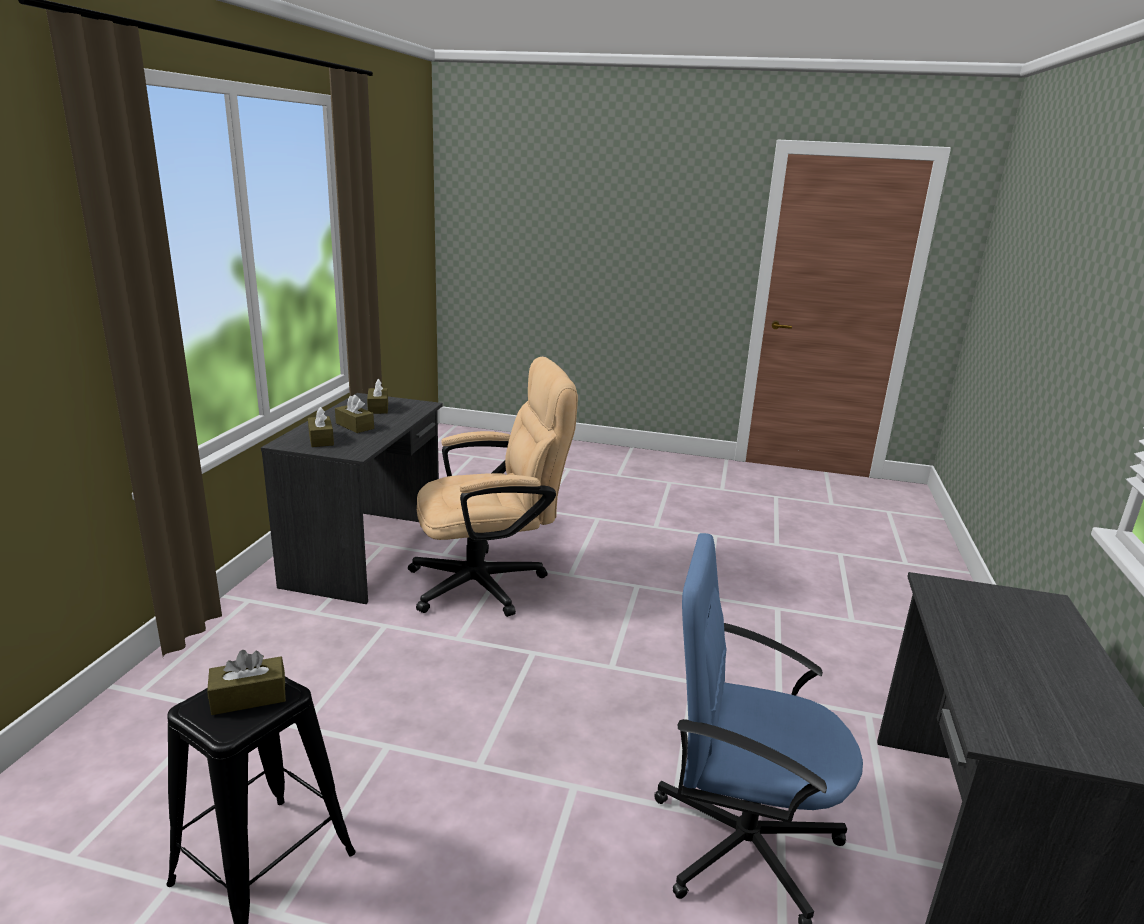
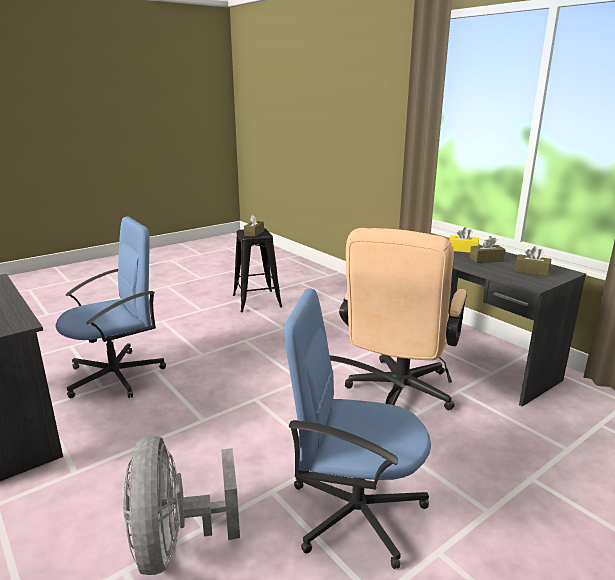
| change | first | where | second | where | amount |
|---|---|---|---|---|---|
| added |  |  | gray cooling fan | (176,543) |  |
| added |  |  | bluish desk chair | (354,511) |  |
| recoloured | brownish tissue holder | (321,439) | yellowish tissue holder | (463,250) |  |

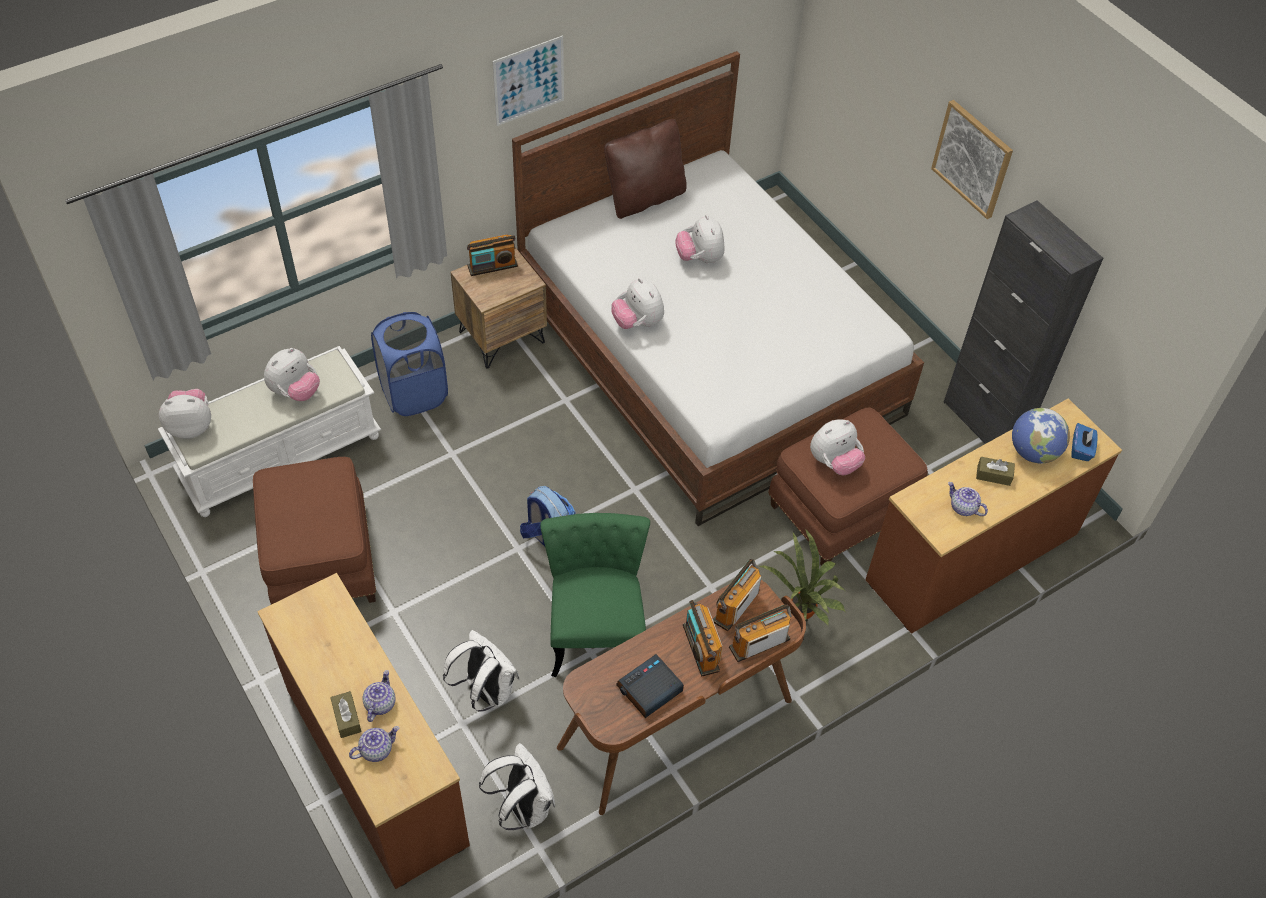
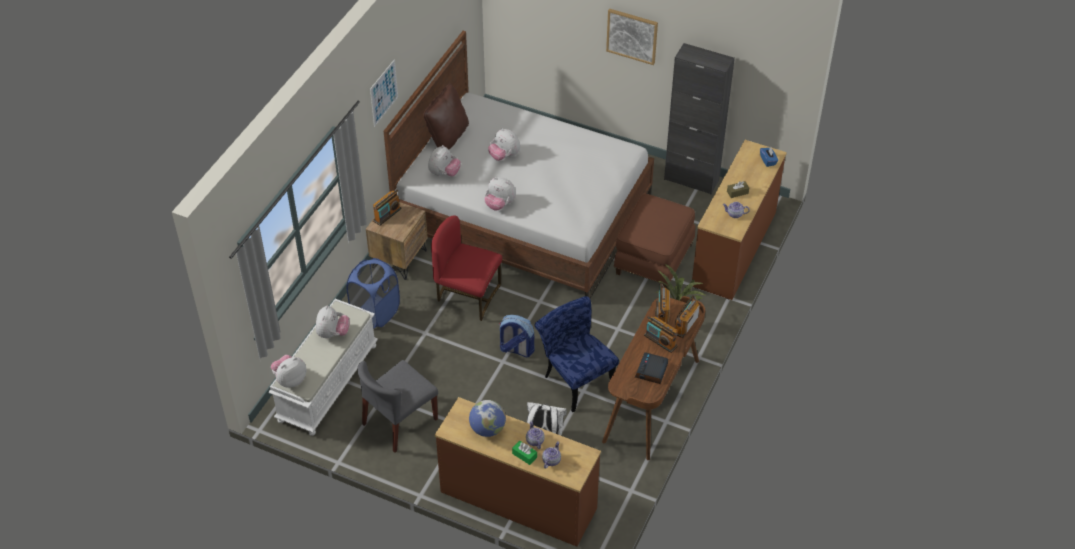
| change | first | where | second | where | amount |
|---|---|---|---|---|---|
| removed | white rucksack | (523,807) |  |  |  |
| added |  |  | red-coloured upright chair | (467,295) |  |
| moved | soft toy | (834,462) |  | (444,173) |  |
| moved | desk globe | (1033,452) |  | (487,429) |  |
| replaced | brownish pouffe | (320,559) | gray upright chair | (399,422) |  |
| recoloured | brownish tissue holder | (347,718) | greenish tissue holder | (524,455) |  |
| recoloured | greenish upright chair | (596,628) | bluish upright chair | (575,378) |  |

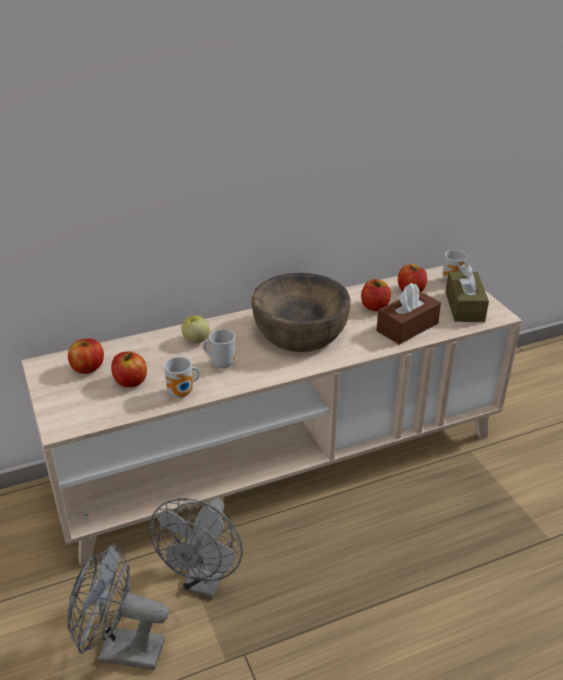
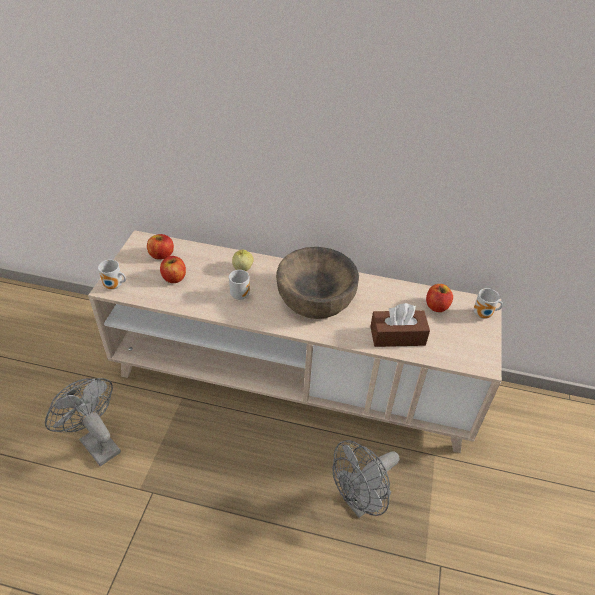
| change | first | where | second | where | amount |
|---|---|---|---|---|---|
| removed | whole apple | (375,307) |  |  |  |
| removed | brownish tissue holder | (464,306) |  |  |  |
| moved | gray cooling fan | (205,581) |  | (361,502) |  |
| moved | coffee mug | (183,393) |  | (114,286) |  |

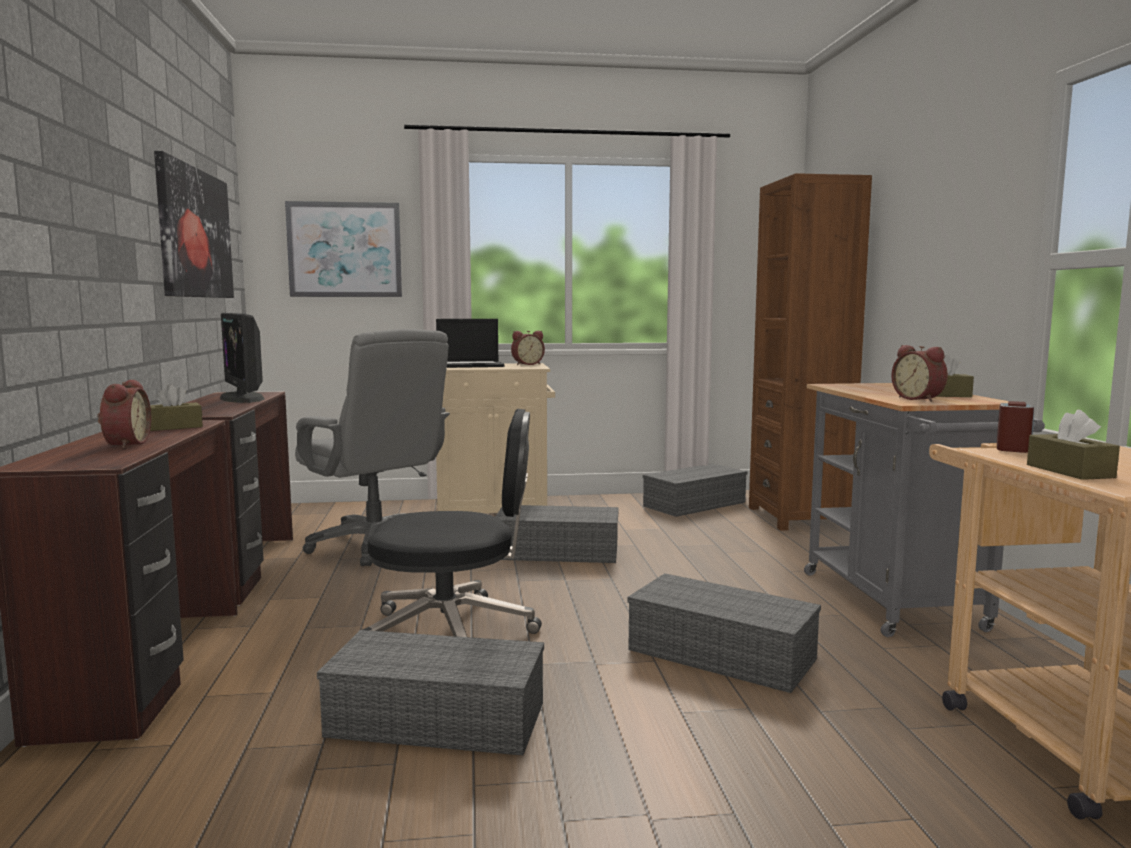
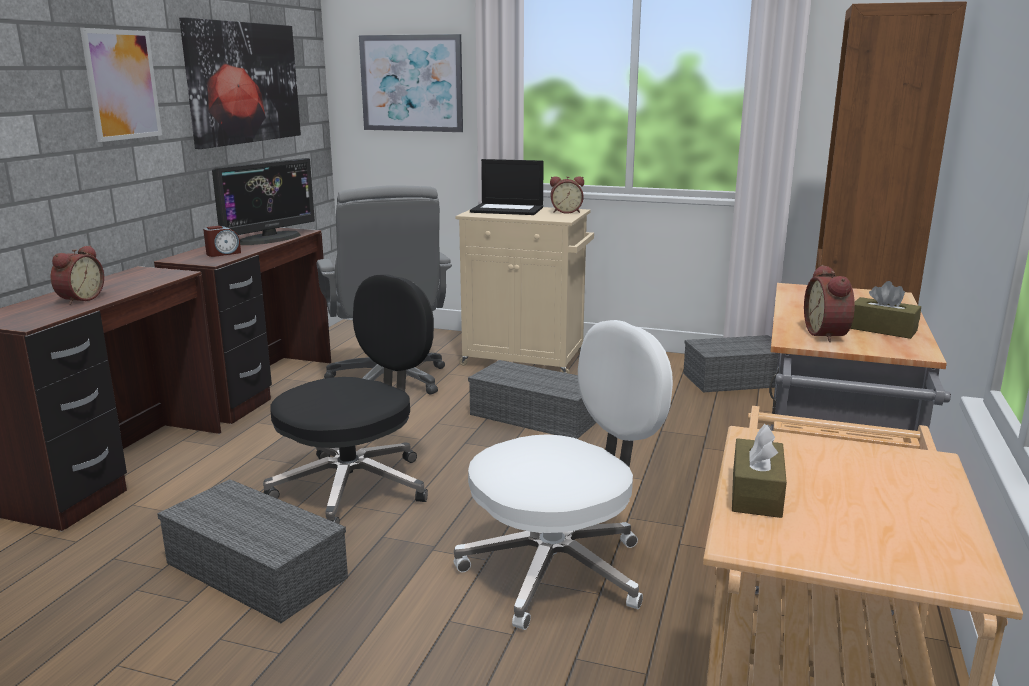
| change | first | where | second | where | amount |
|---|---|---|---|---|---|
| removed | brownish tissue holder | (173,427) |  |  |  |
| added |  |  | picture | (122,85) |  |
| moved | table clock | (1013,447) |  | (223,253) |  |
| replaced | gray storage bin | (724,654) | white desk chair | (559,569) |  |
| turned | monitor | (242,398) |  | (269,238) | 135 degrees counterclockwise |
| turned | black-coloured desk chair | (453,631) |  | (355,486) | 75 degrees counterclockwise |

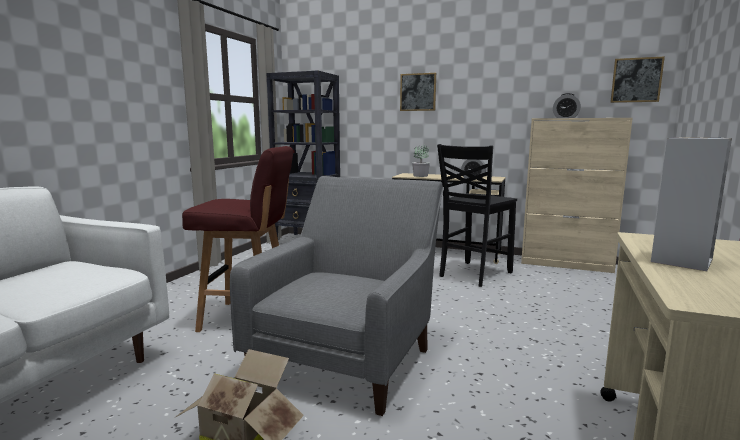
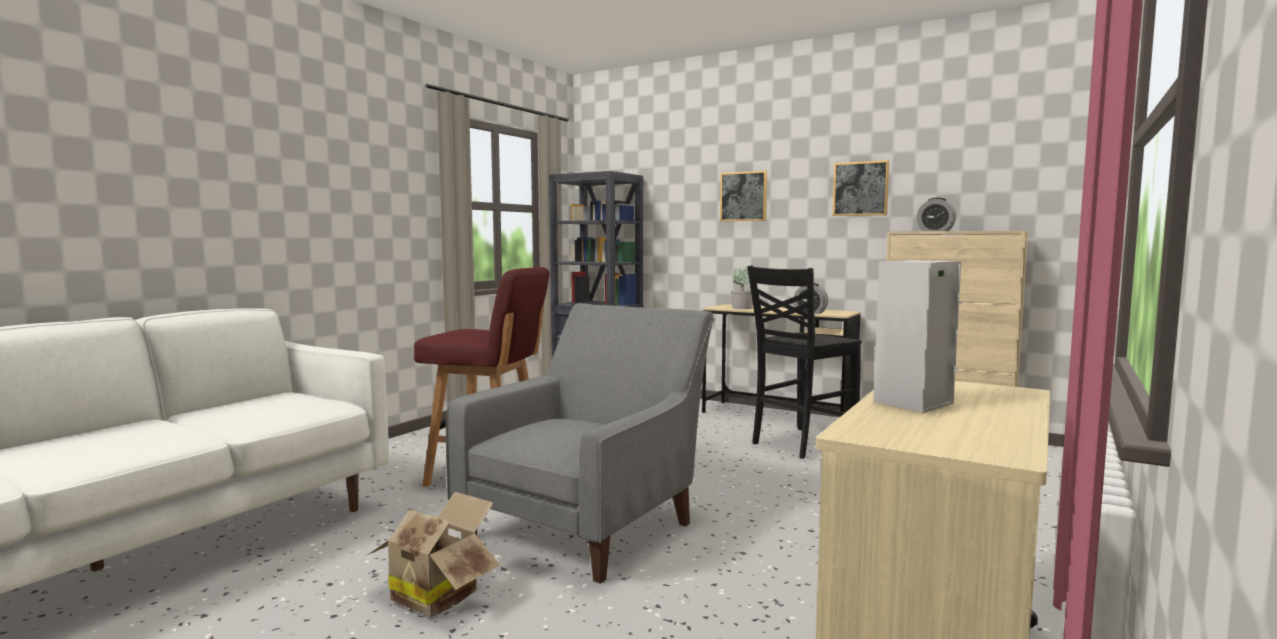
| change | first | where | second | where | amount |
|---|---|---|---|---|---|
| moved | picture | (636,80) |  | (860,188) |  |

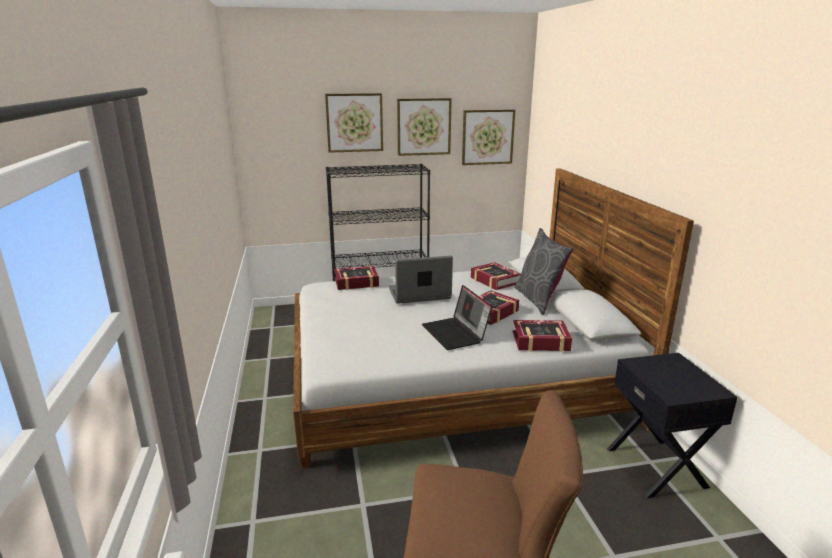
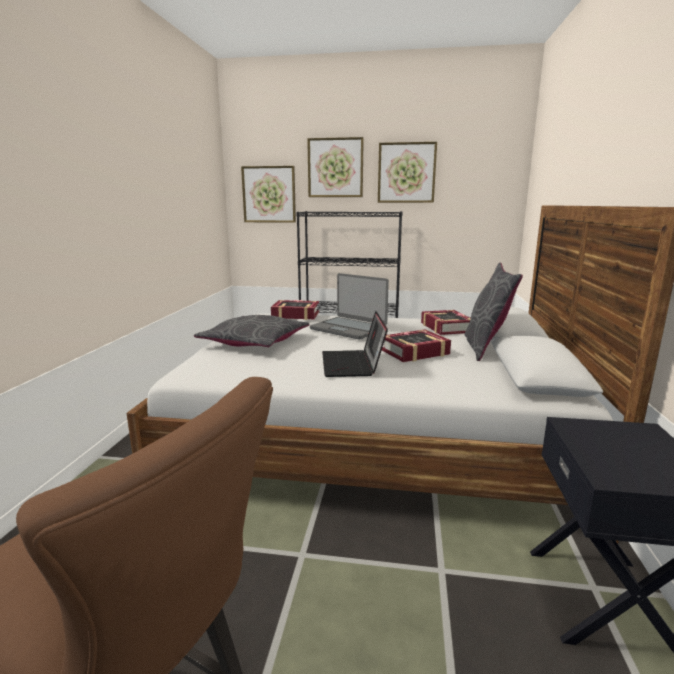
| change | first | where | second | where | amount |
|---|---|---|---|---|---|
| removed | bound book | (540,341) |  |  |  |
| added |  |  | gray throw pillow | (254,342) |  |
| moved | picture | (487,137) |  | (269,194) |  |
| turned | laptop | (419,294) |  | (348,329) | 150 degrees counterclockwise |

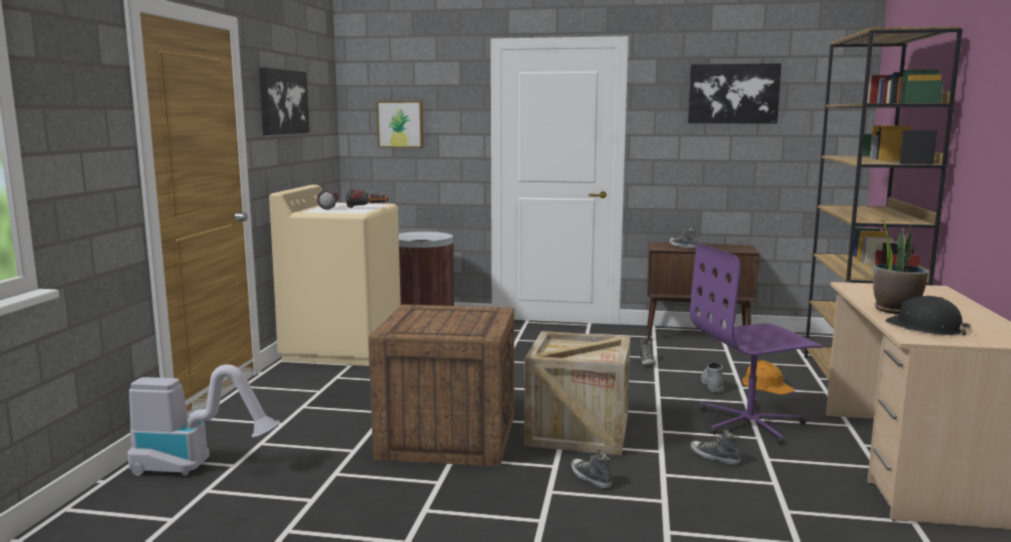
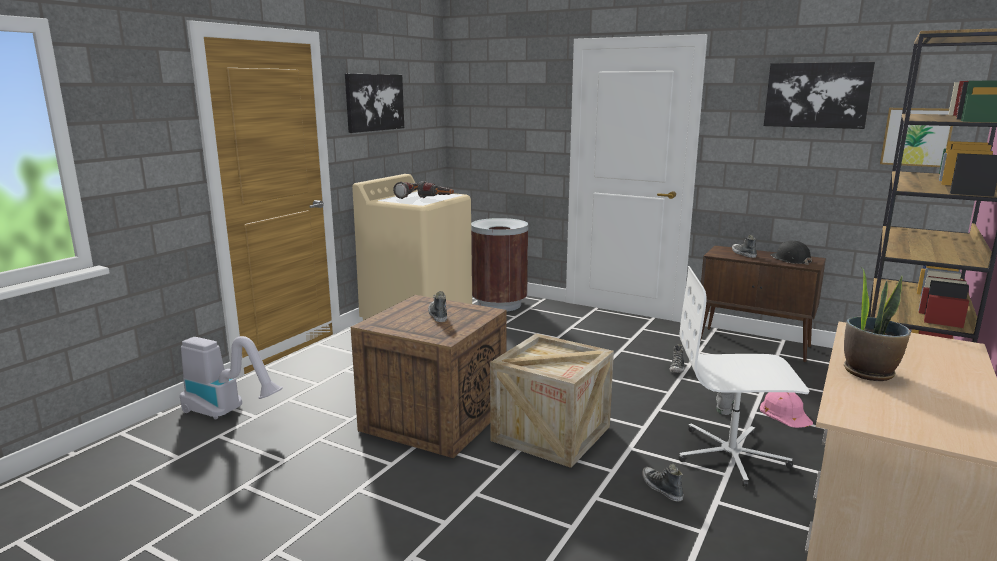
| change | first | where | second | where | amount |
|---|---|---|---|---|---|
| moved | picture | (401,124) |  | (916,136) |  |
| moved | shoe | (590,478) |  | (438,315) |  |
| moved | black-coloured work helmet | (925,327) |  | (791,259) |  |
| recoloured | purple-coloured desk chair | (750,423) | white desk chair | (731,455) |  |
| recoloured | orange work helmet | (767,385) | pinkish work helmet | (785,413) |  |

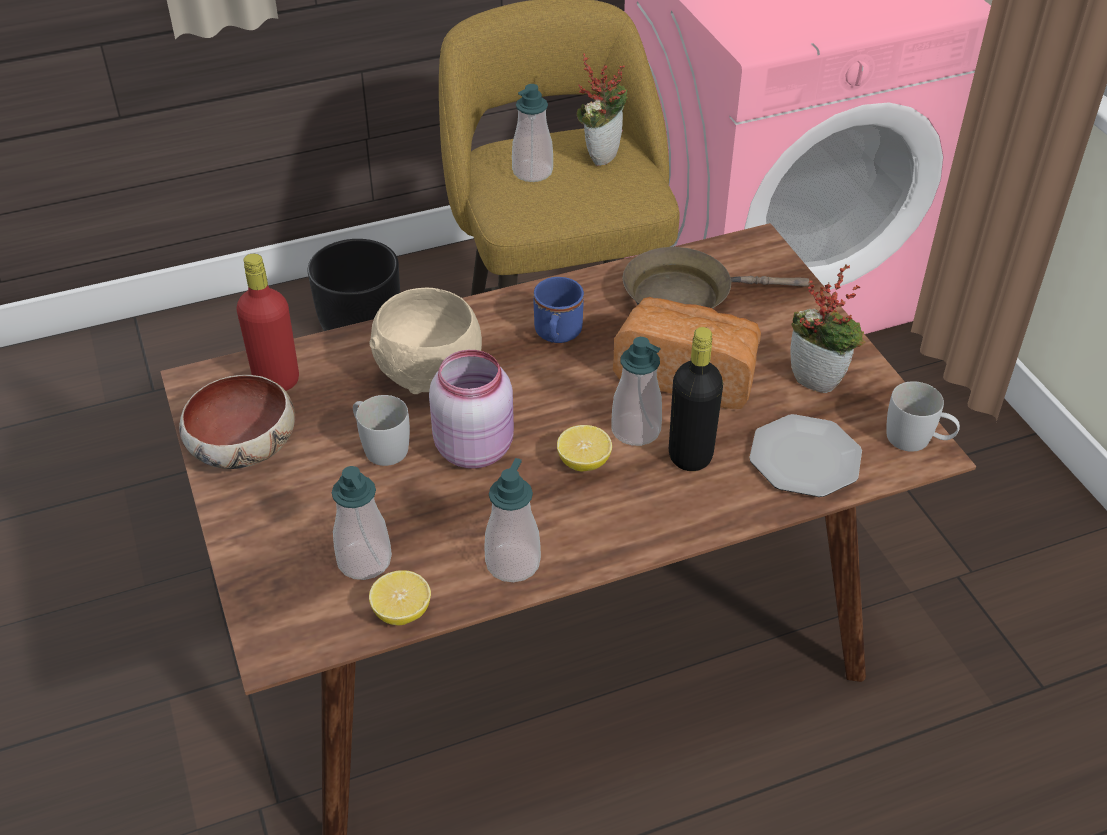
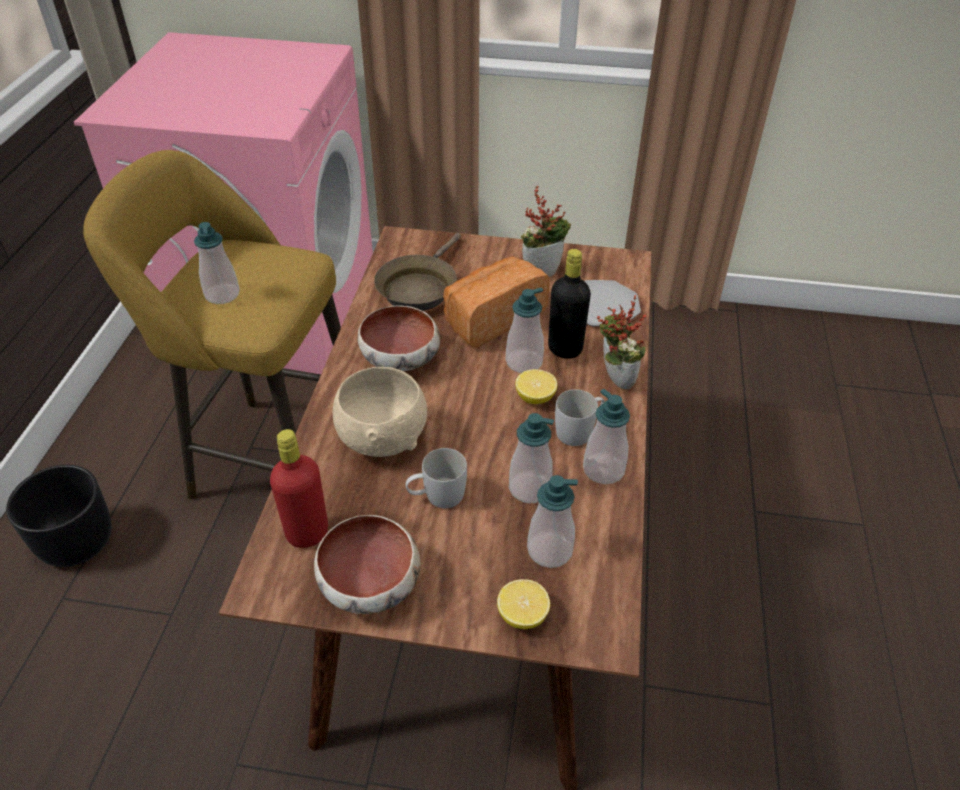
| change | first | where | second | where | amount |
|---|---|---|---|---|---|
| removed | pinkish jar | (475,447) |  |  |  |
| added |  |  | liquid soap bottle | (530,488) |  |
| moved | whole lemon | (402,612) |  | (522,615) |  |
| moved | potted plant | (601,154) |  | (613,380) |  |
| moved | white coffee mug | (917,440) |  | (579,430) |  |
| replaced | bluish coffee mug | (557,335) | bowl | (402,359) |  |

